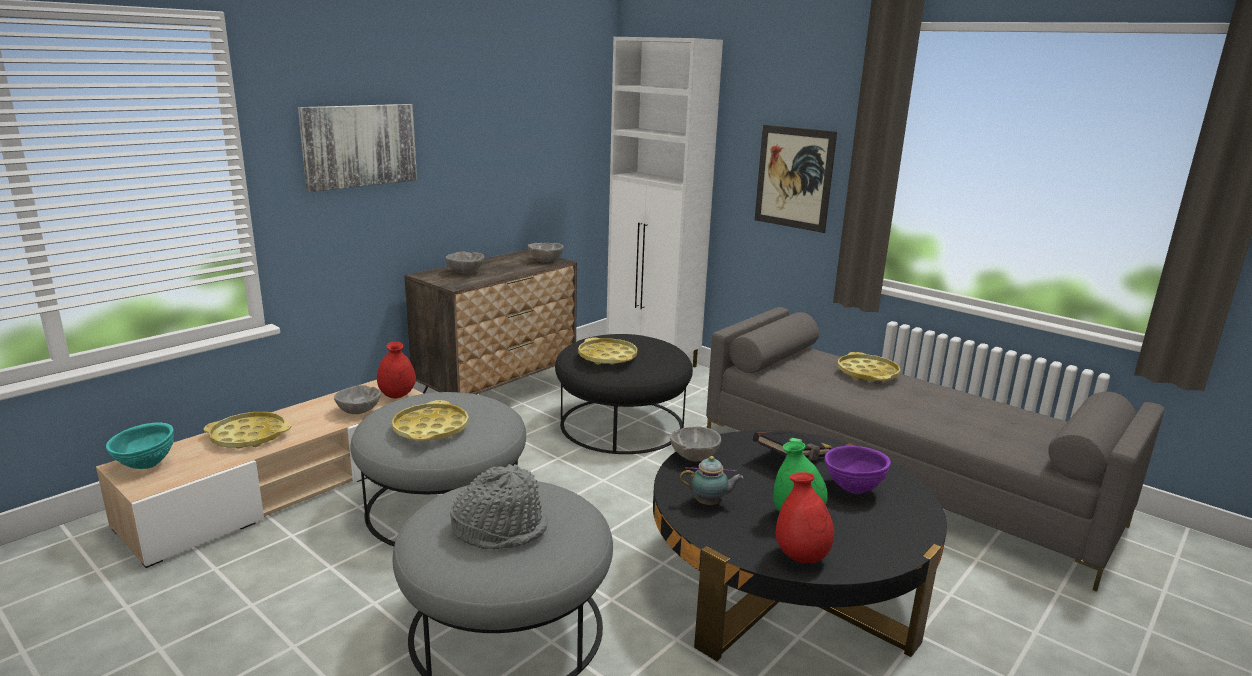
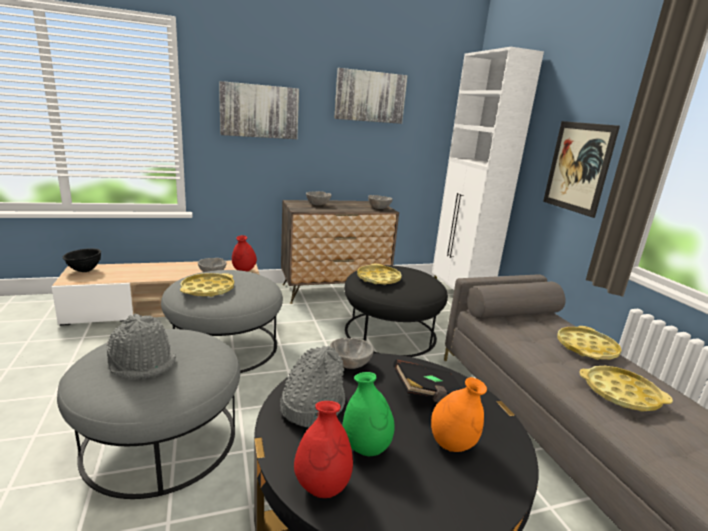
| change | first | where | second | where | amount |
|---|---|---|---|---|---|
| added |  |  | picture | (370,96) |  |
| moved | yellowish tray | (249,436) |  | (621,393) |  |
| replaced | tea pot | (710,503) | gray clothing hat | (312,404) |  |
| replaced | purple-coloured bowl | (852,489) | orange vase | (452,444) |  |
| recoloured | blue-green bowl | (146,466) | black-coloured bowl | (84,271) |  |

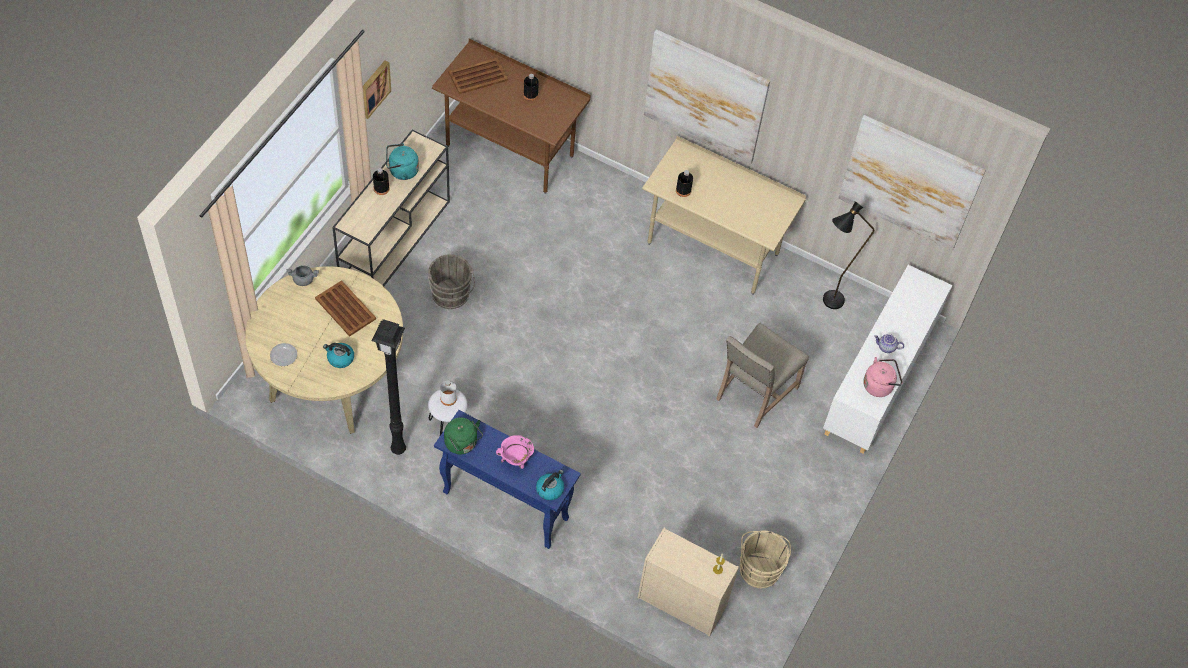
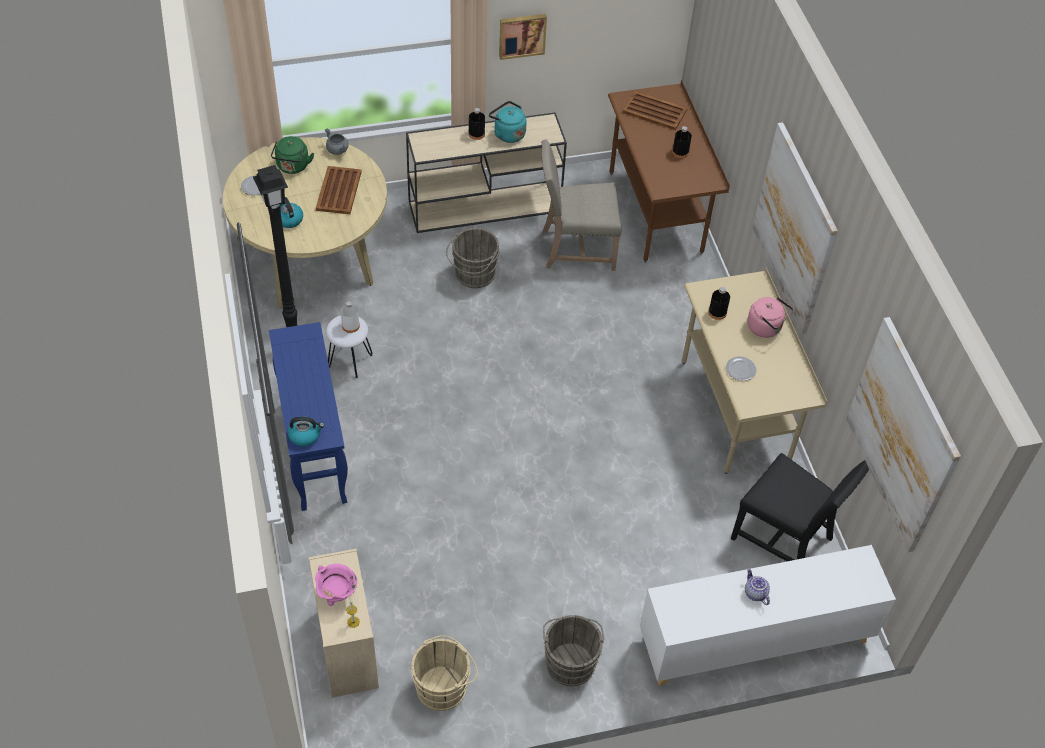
| change | first | where | second | where | amount |
|---|---|---|---|---|---|
| added |  |  | gray bucket | (570,661) |  |
| added |  |  | flat dish | (741,370) |  |
| moved | greenish water kettle | (462,444) |  | (292,167) |  |
| moved | pinkish saucepot | (515,460) |  | (337,595) |  |
| moved | beige-coloured upright chair | (754,393) |  | (575,248) |  |
| moved | pinkish water kettle | (879,385) |  | (766,328) |  |
| replaced | black-coloured standing lamp | (827,304) | black-coloured upright chair | (785,538) |  |

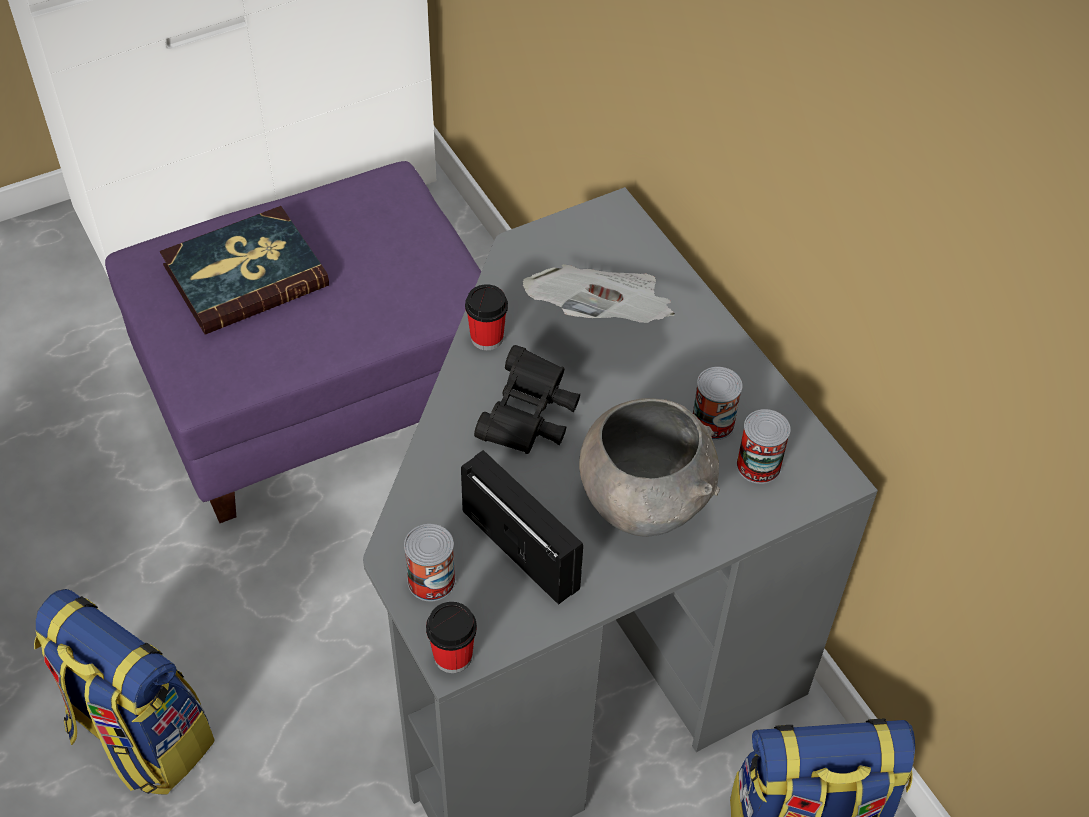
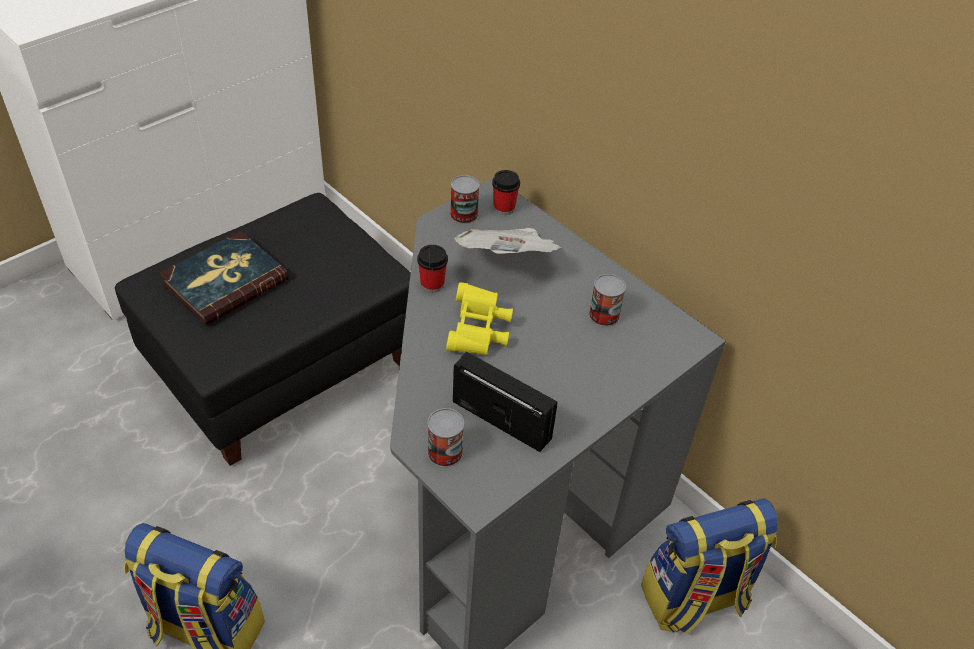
| change | first | where | second | where | amount |
|---|---|---|---|---|---|
| removed | gray bowl | (643,502) |  |  |  |
| moved | drinking cup | (453,656) |  | (504,208) |  |
| moved | sealed can | (758,465) |  | (464,214) |  |
| recoloured | purple-coloured pouffe | (320,395) | black-coloured pouffe | (281,366) |  |
| recoloured | black-coloured pair of binoculars | (529,418) | yellowish pair of binoculars | (478,332) |  |

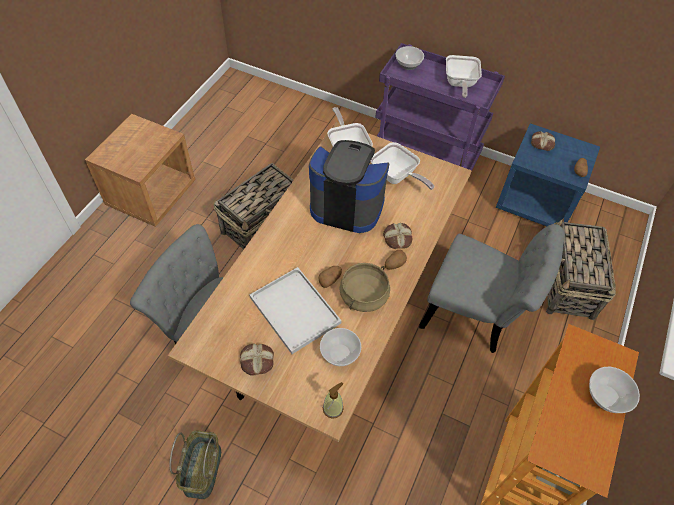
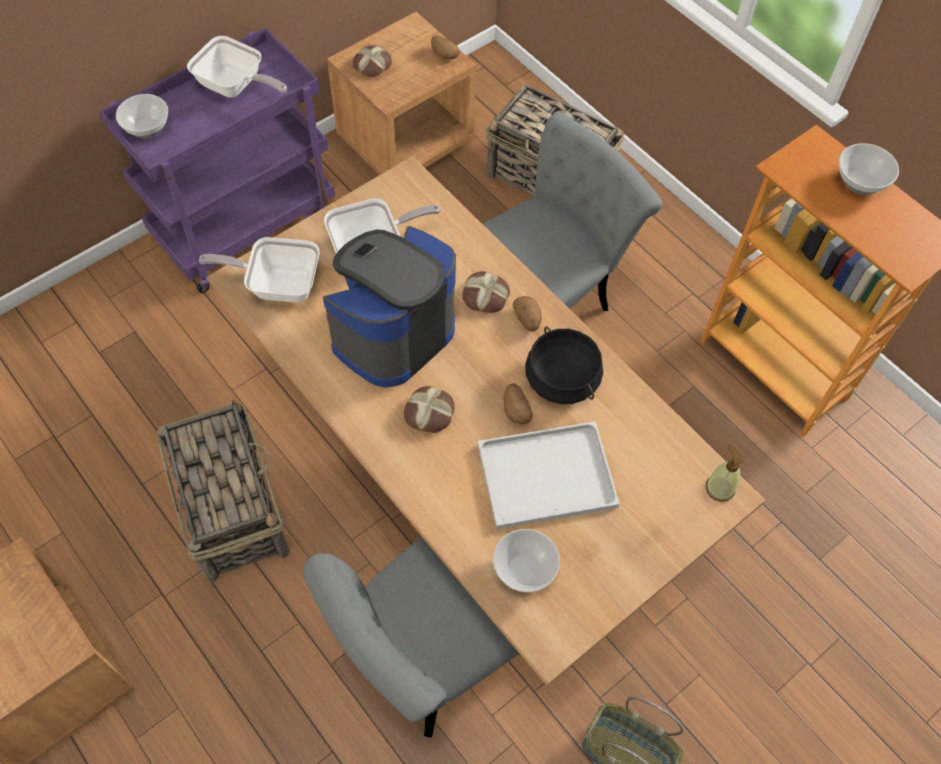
| change | first | where | second | where | amount |
|---|---|---|---|---|---|
| moved | baked bread | (257,361) |  | (430,413) |  |
| moved | bowl | (339,353) |  | (523,570) |  |
| recoloured | beige-coloured saucepot | (364,296) | black-coloured saucepot | (562,379) |  |
| recoloured | bluish bedside table | (535,202) | brownish bedside table | (406,140) |  |

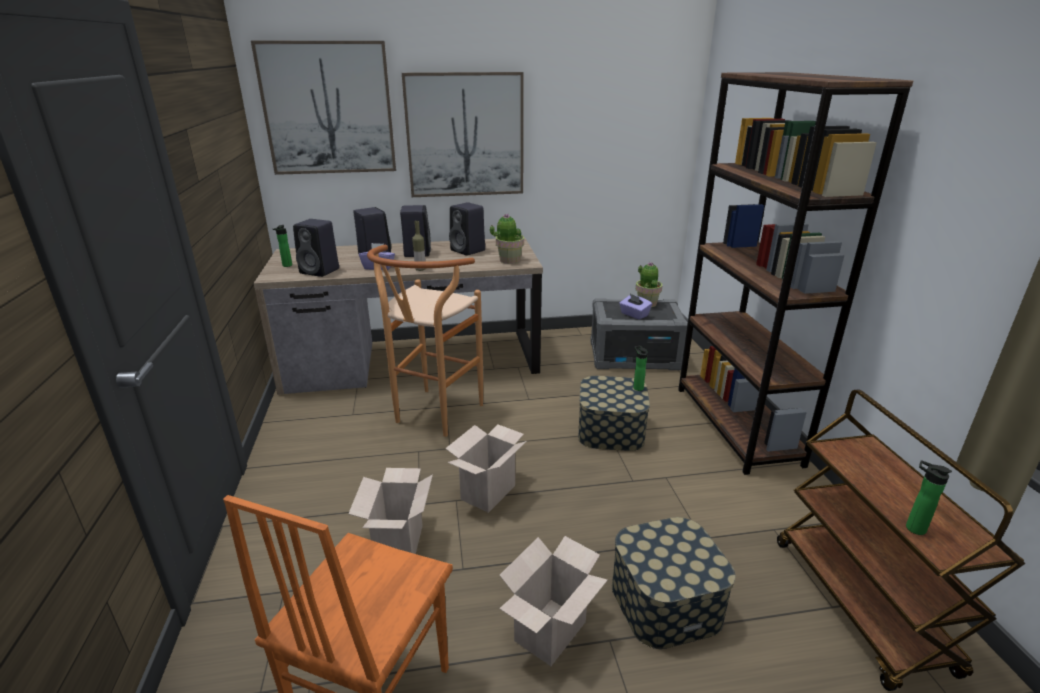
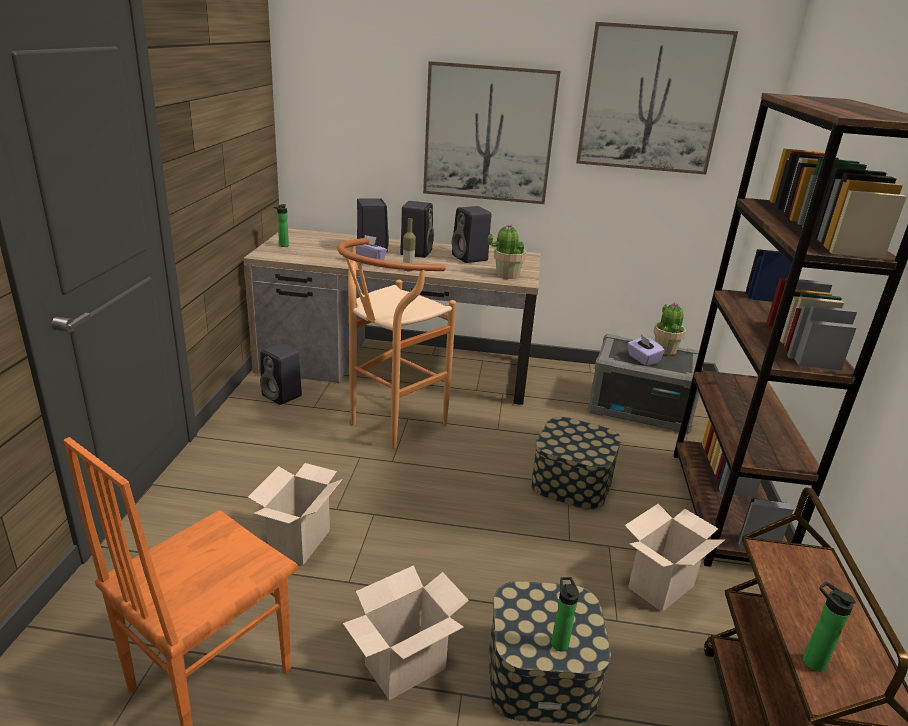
| change | first | where | second | where | amount |
|---|---|---|---|---|---|
| moved | picture | (328,109) |  | (652,100) |  |
| moved | black-coloured speaker | (321,271) |  | (283,396) |  |
| moved | cardboard box | (488,491) |  | (660,585) |  |
| moved | beverage bottle | (637,387) |  | (559,642) |  |

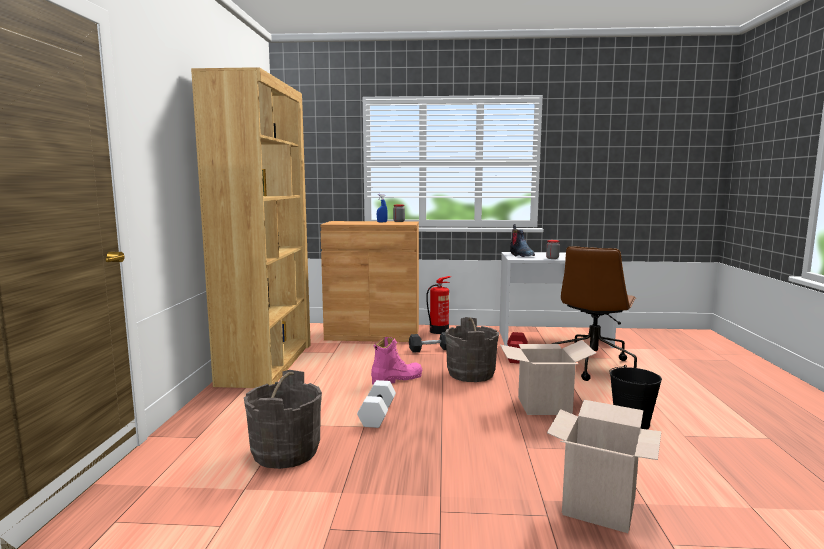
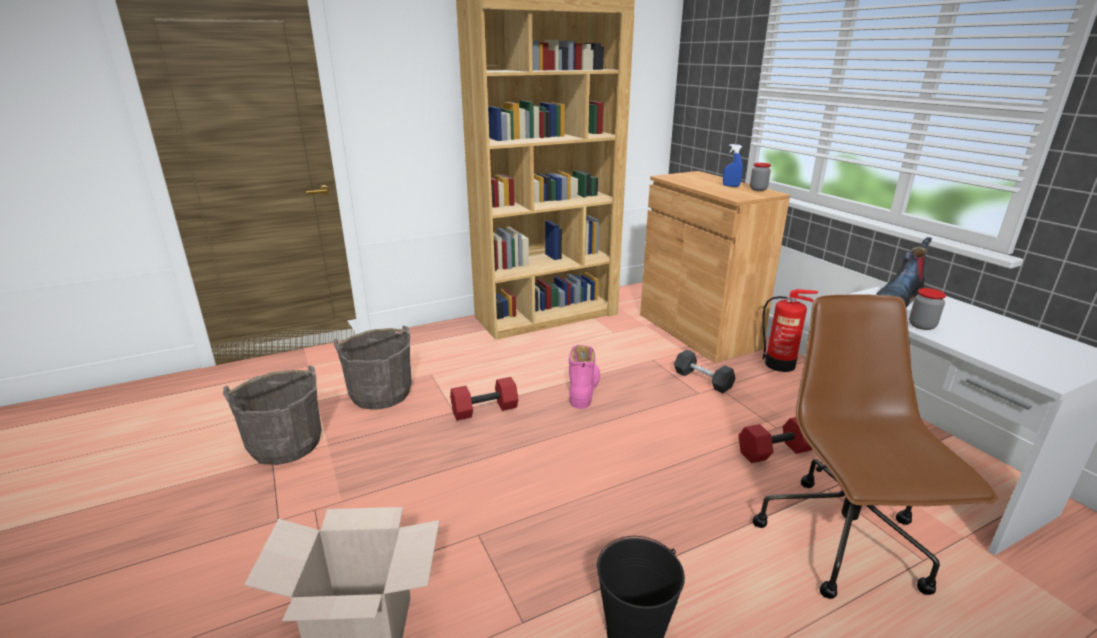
| change | first | where | second | where | amount |
|---|---|---|---|---|---|
| removed | cardboard box | (544,406) |  |  |  |
| moved | gray bucket | (471,374) |  | (286,444) |  |
| recoloured | white free weight | (378,415) | red-coloured free weight | (484,410) |  |
| turned | pinkish boot | (397,379) |  | (584,390) | 105 degrees counterclockwise |
| turned | brownish desk chair | (592,366) |  | (844,542) | 90 degrees clockwise |

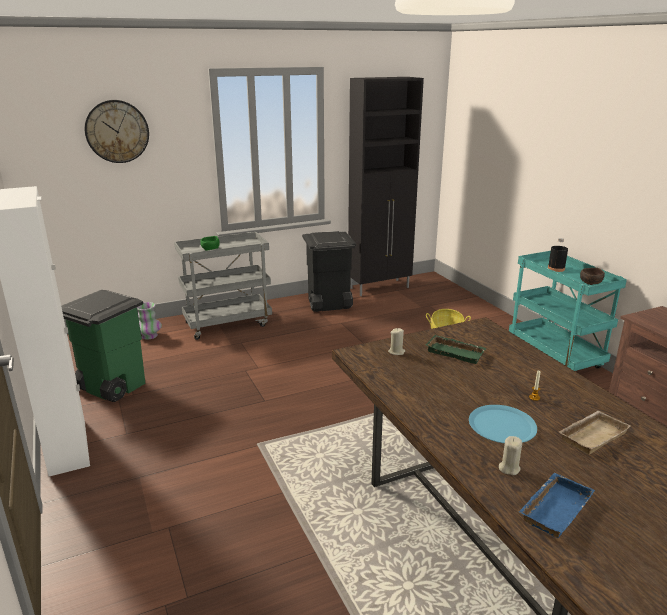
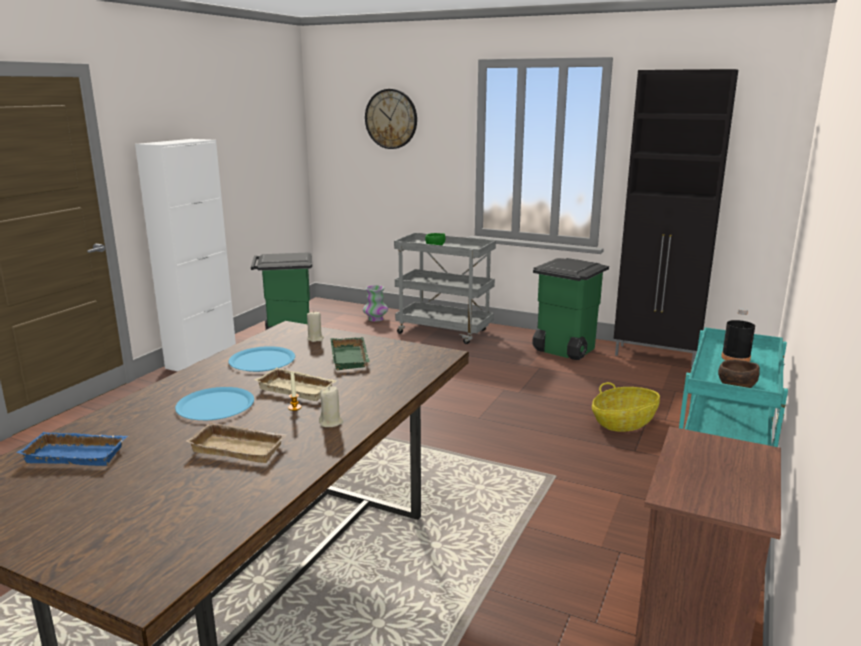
| change | first | where | second | where | amount |
|---|---|---|---|---|---|
| added |  |  | bluish flat dish | (262,360) |  |
| added |  |  | beige-coloured tray | (298,388) |  |
| moved | beige-coloured candle | (509,468) |  | (331,422) |  |
| recoloured | black-coloured trash can | (328,305) | greenish trash can | (563,350) |  |

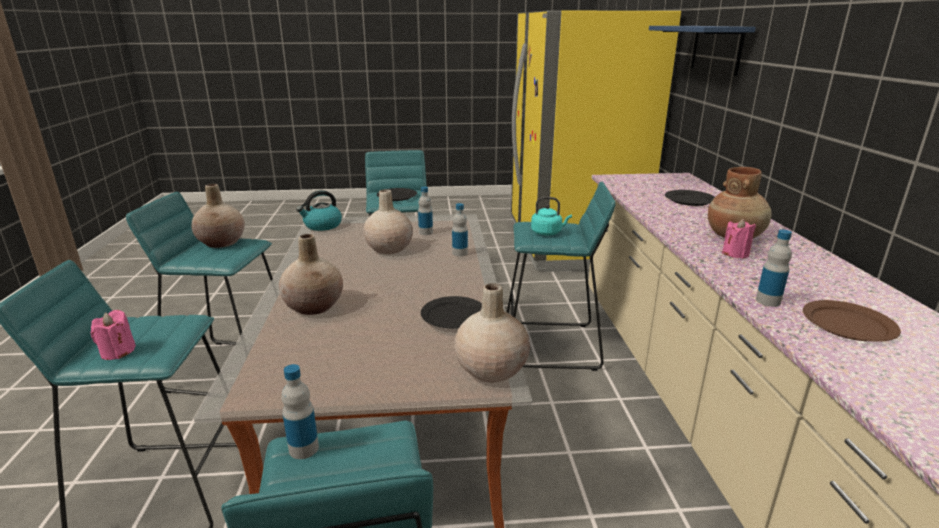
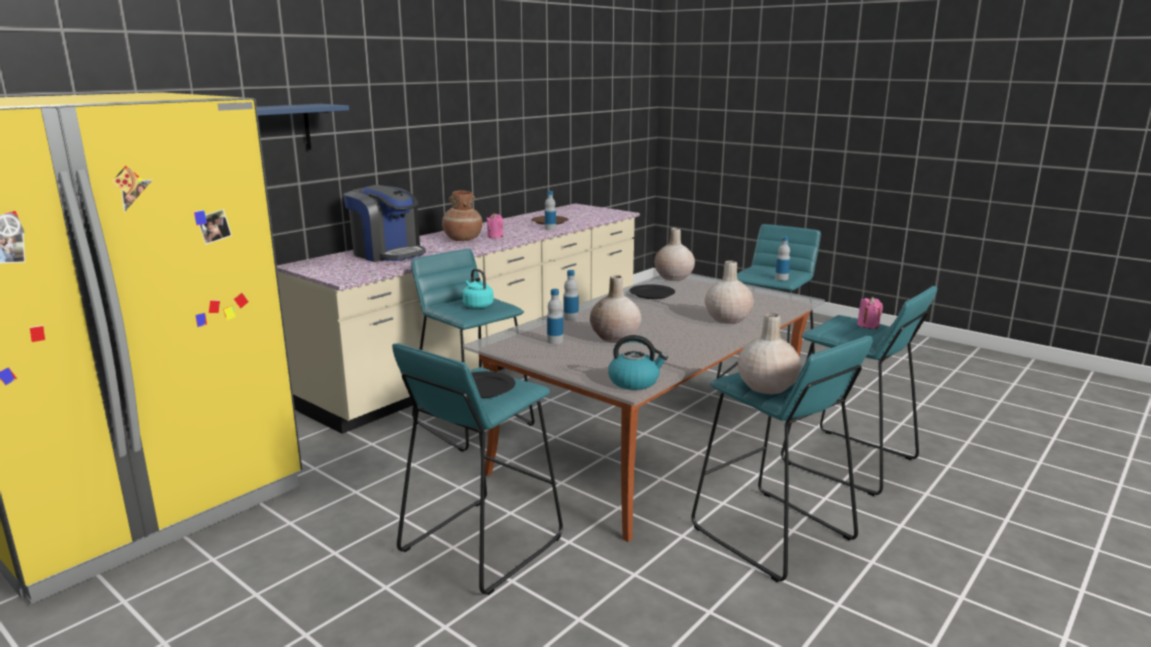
| change | first | where | second | where | amount |
|---|---|---|---|---|---|
| replaced | black-coloured flat dish | (690,200) | coffee machine | (388,254) |  |

